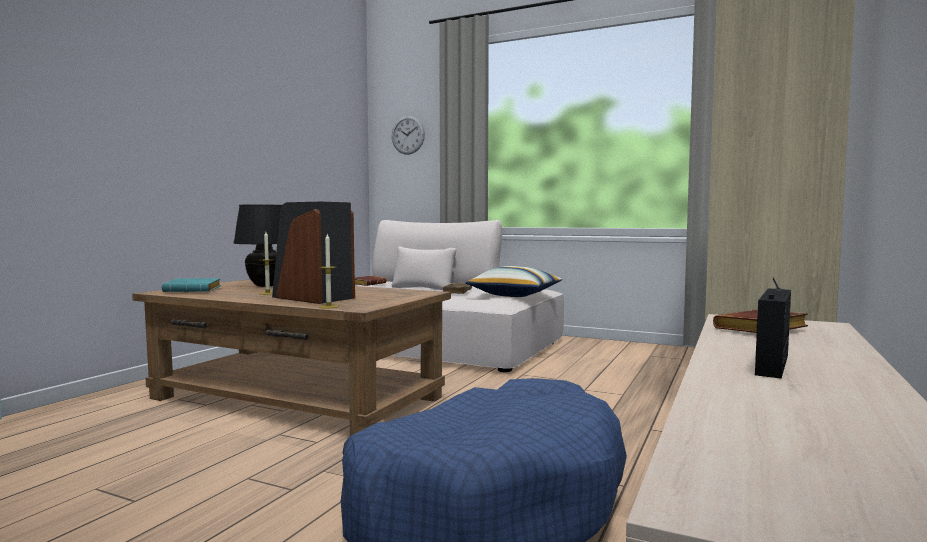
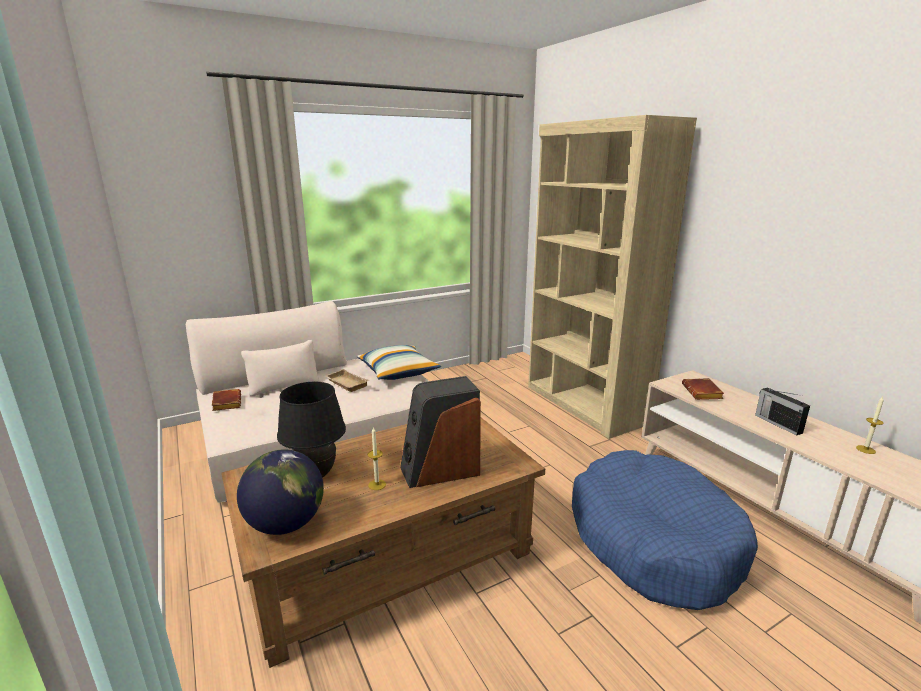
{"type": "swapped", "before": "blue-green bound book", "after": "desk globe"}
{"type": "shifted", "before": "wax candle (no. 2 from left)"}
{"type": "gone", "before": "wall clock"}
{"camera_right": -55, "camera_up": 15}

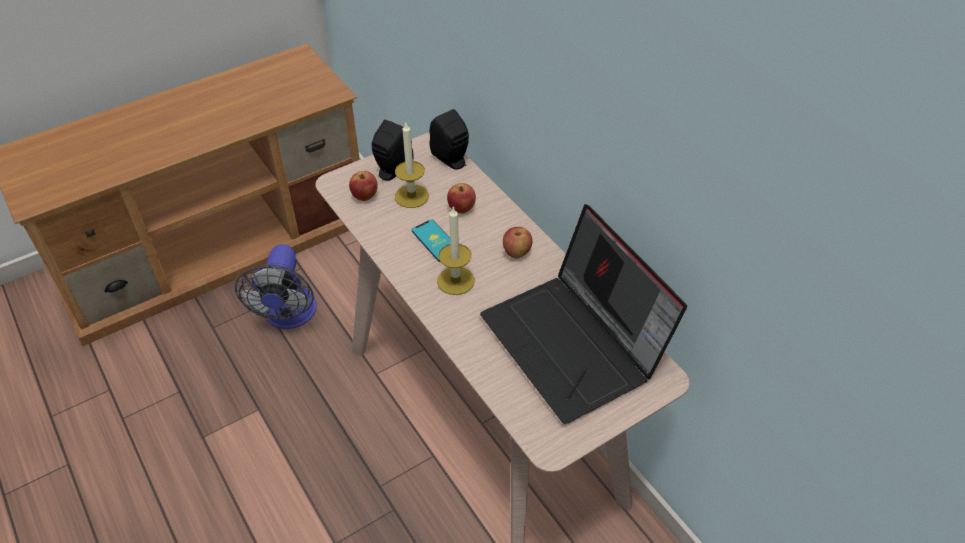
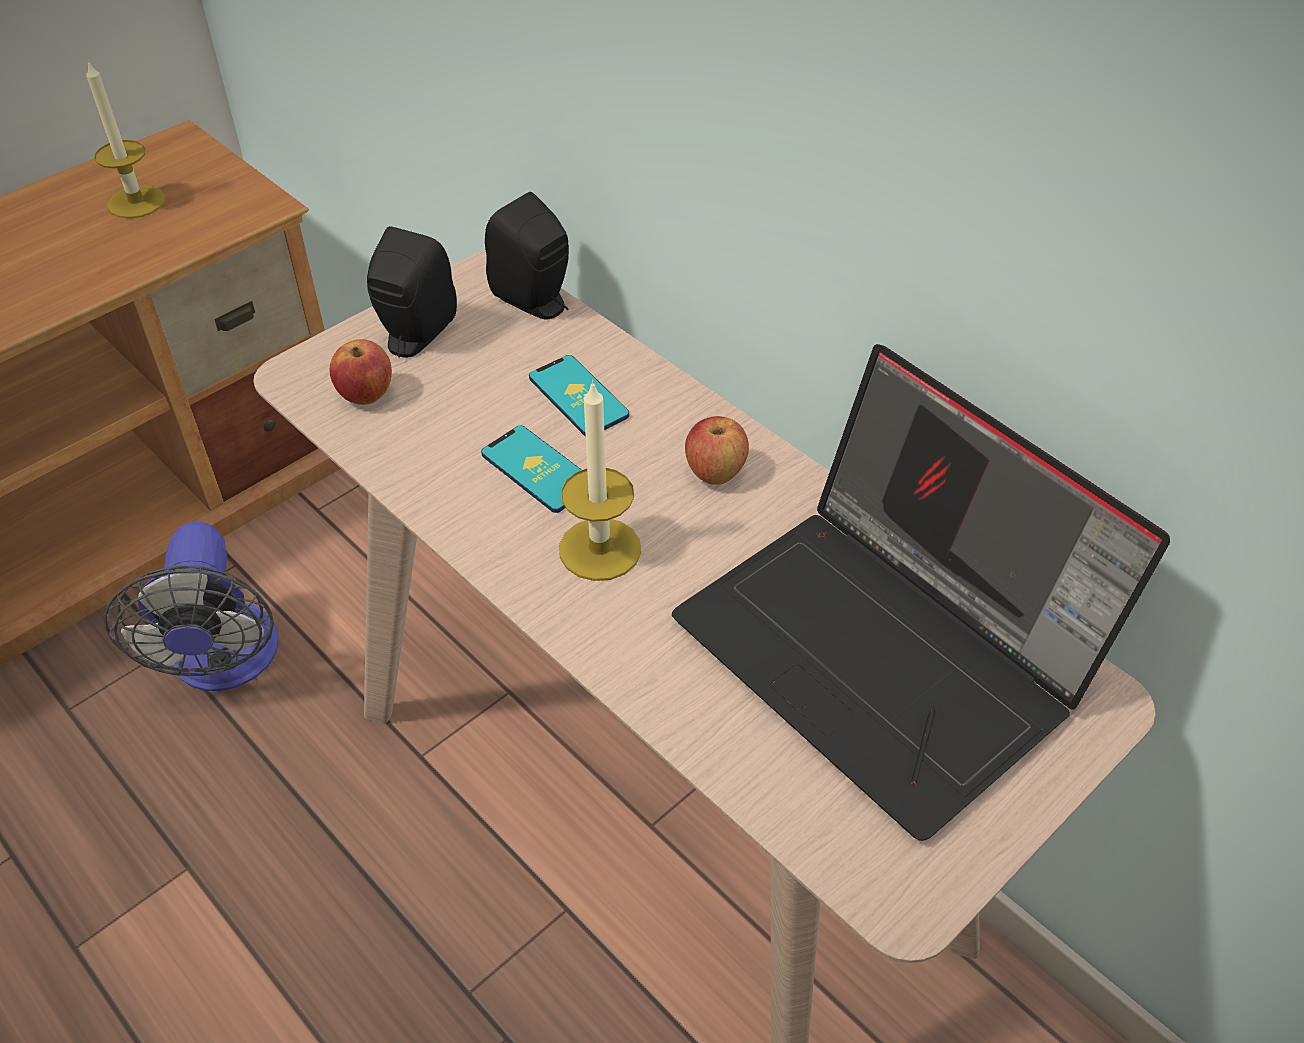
{"type": "shifted", "before": "wax candle (no. 1 from left)"}
{"type": "swapped", "before": "apple (no. 2 from left)", "after": "telephone (no. 2 from left)"}
{"camera_right": -10, "camera_up": 0}

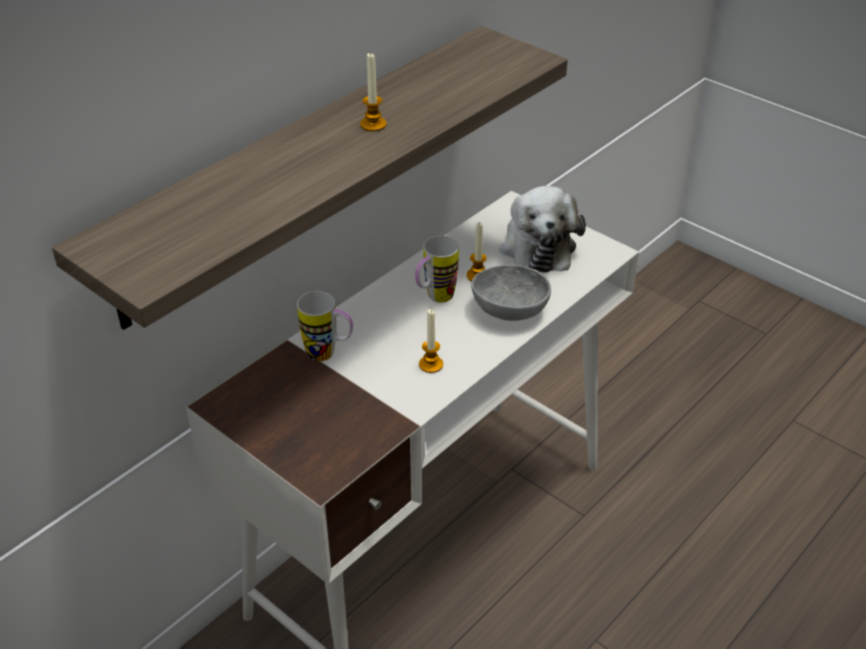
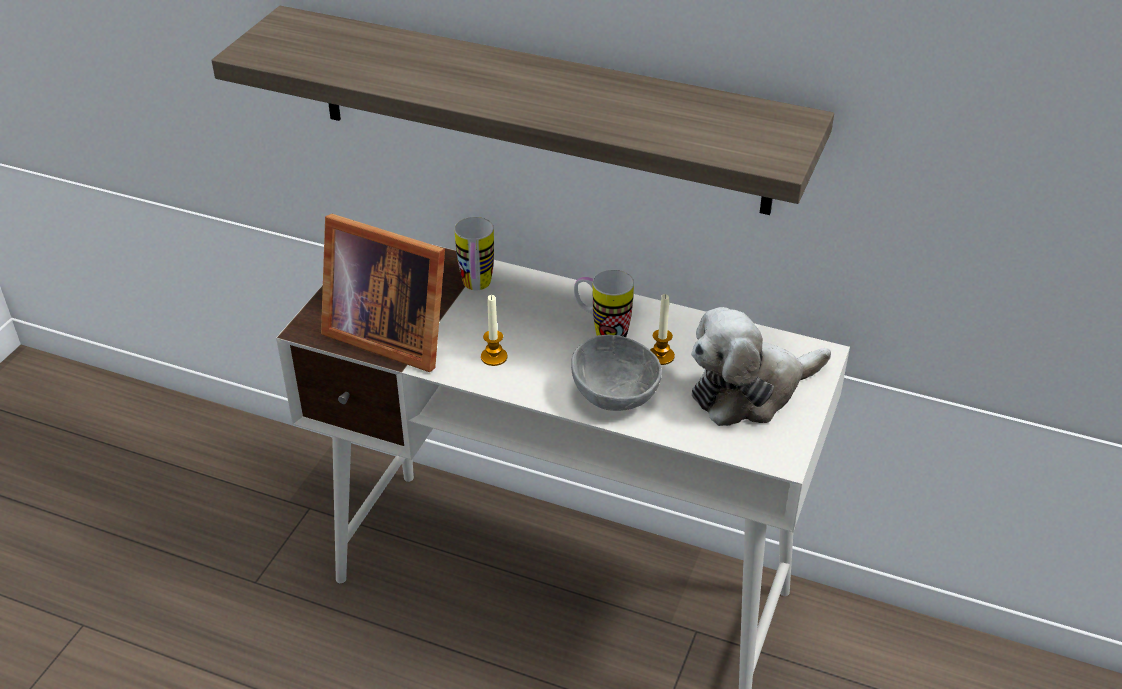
{"type": "new", "after": "standing frame"}
{"type": "gone", "before": "wax candle (no. 1 from left)"}
{"camera_right": 70, "camera_up": 0}

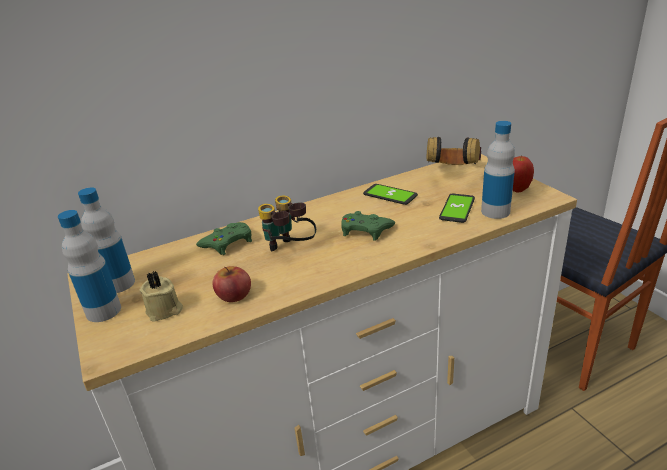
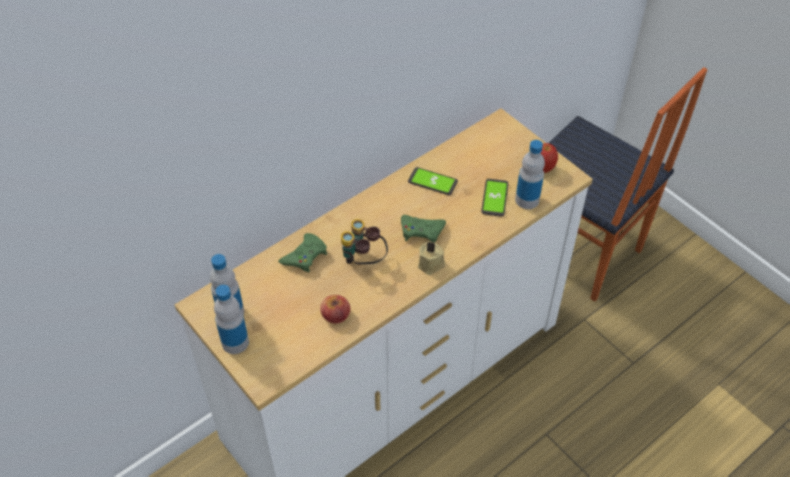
{"type": "shifted", "before": "beige-coloured wax candle"}
{"type": "gone", "before": "pair of headphones"}
{"camera_right": -15, "camera_up": 20}

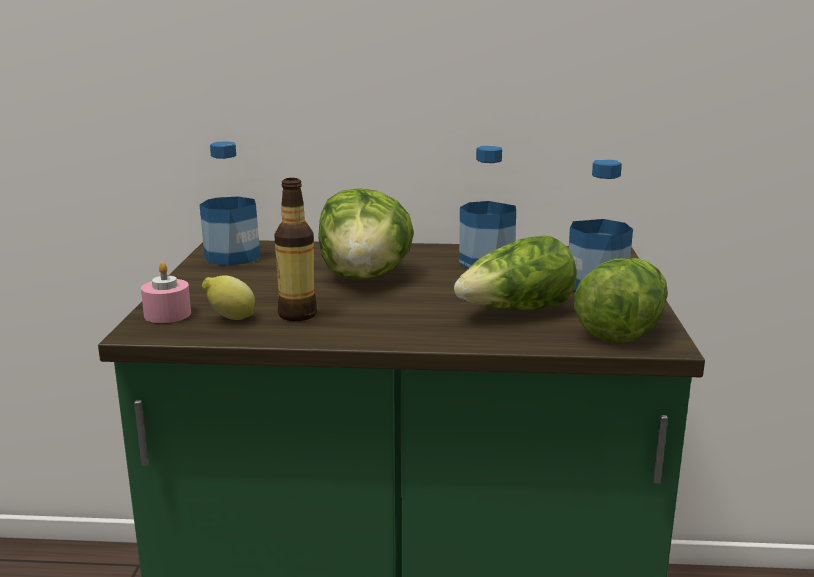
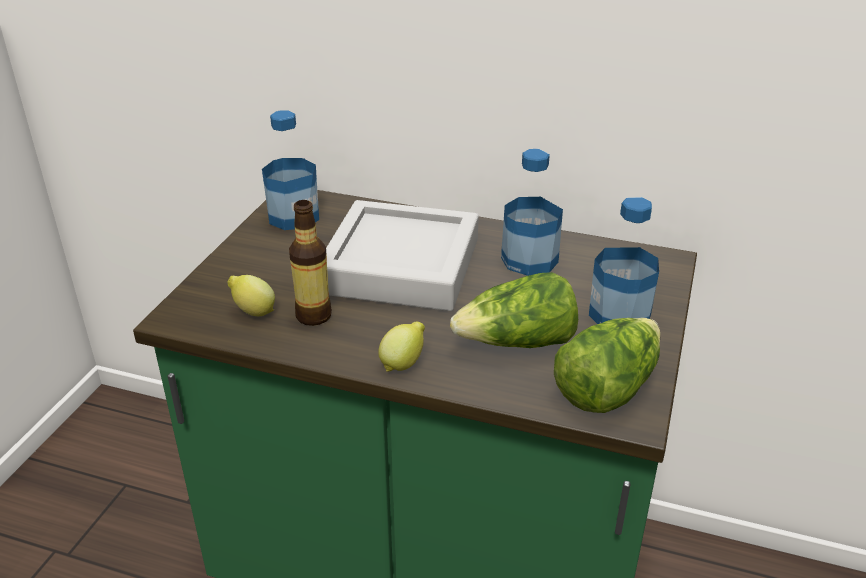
{"type": "swapped", "before": "head of lettuce (no. 1 from left)", "after": "gray tray"}
{"type": "new", "after": "whole lemon (no. 2 from left)"}
{"type": "gone", "before": "pink-coloured wax candle"}
{"camera_right": 15, "camera_up": 15}

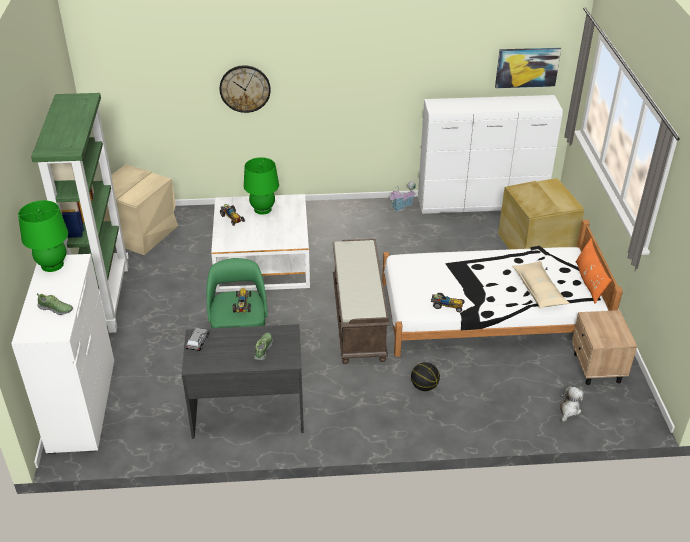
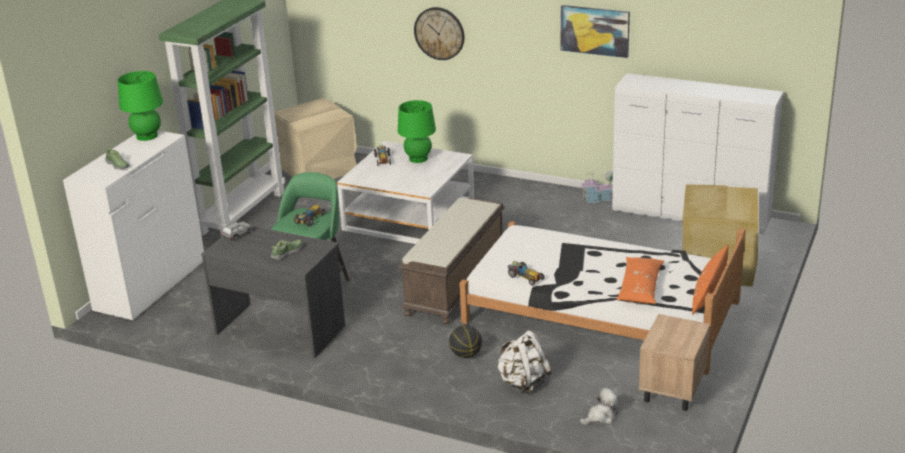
{"type": "new", "after": "white-coloured rucksack"}
{"type": "shifted", "before": "wall art"}
{"type": "repainted", "before": "beige-coloured pillow", "after": "orange pillow (no. 1 from left)"}
{"camera_right": 30, "camera_up": -10}

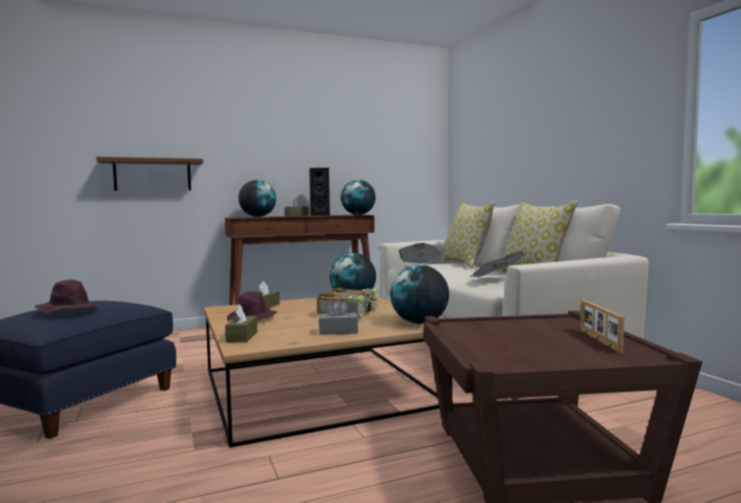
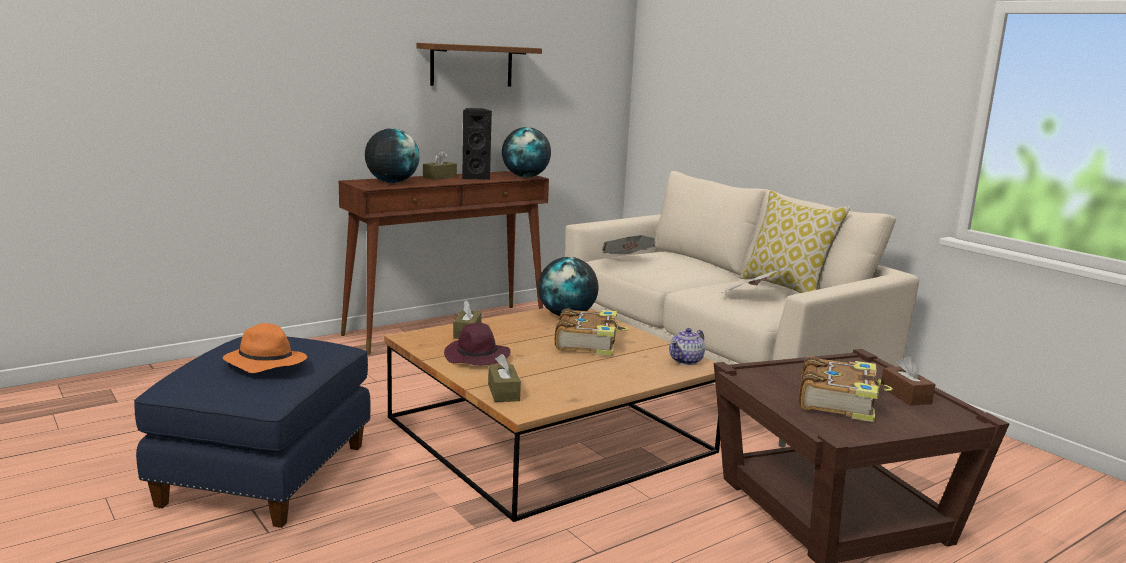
{"type": "repainted", "before": "purple hat (no. 1 from left)", "after": "orange hat"}
{"type": "shifted", "before": "brown-coloured shelf"}
{"type": "swapped", "before": "desk globe (no. 4 from left)", "after": "teapot"}
{"type": "new", "after": "bound book (no. 2 from left)"}
{"type": "swapped", "before": "standing frame", "after": "brown-coloured tissue box (no. 4 from left)"}
{"type": "gone", "before": "gray tissue box"}
{"type": "gone", "before": "pillow (no. 1 from left)"}
{"camera_right": -15, "camera_up": 10}

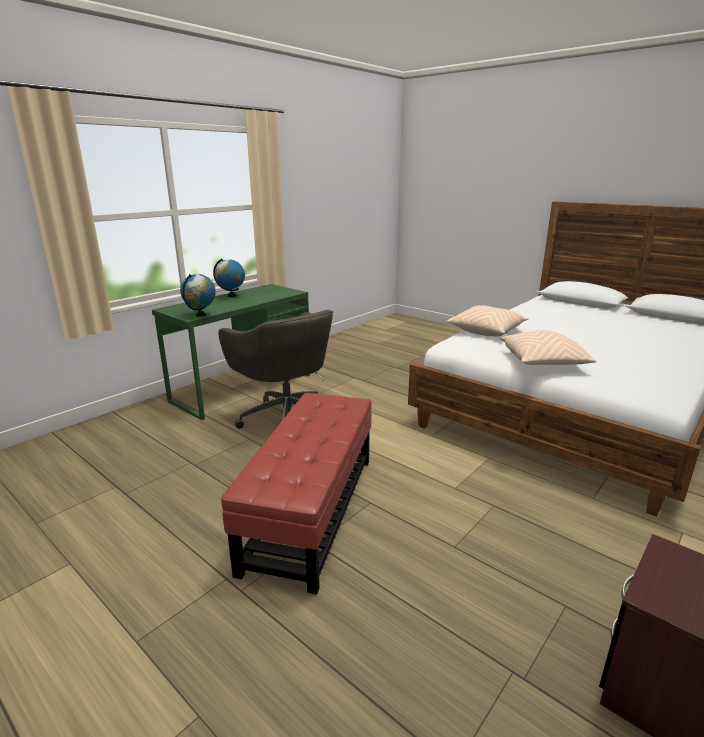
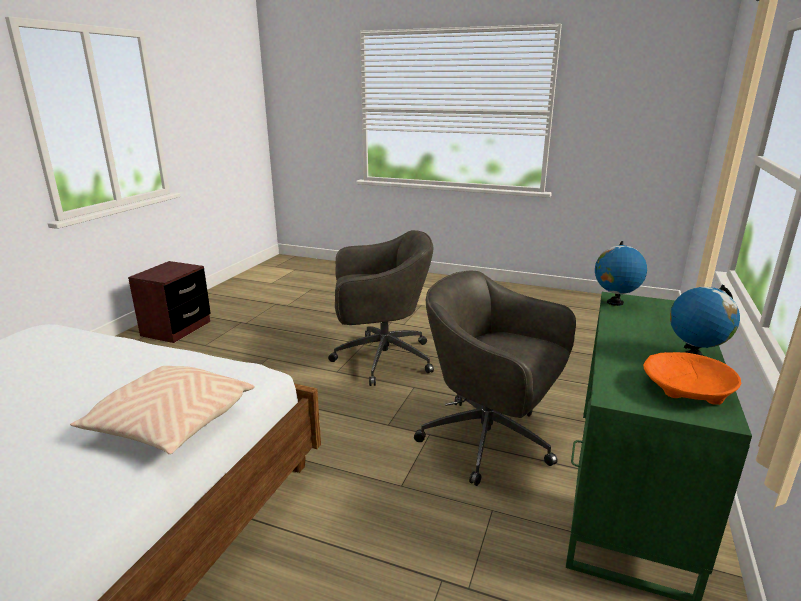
{"type": "swapped", "before": "reddish ottoman", "after": "gray desk chair (no. 1 from left)"}
{"type": "new", "after": "orange serving bowl"}
{"type": "gone", "before": "beige-coloured pillow (no. 2 from left)"}
{"camera_right": 160, "camera_up": 0}

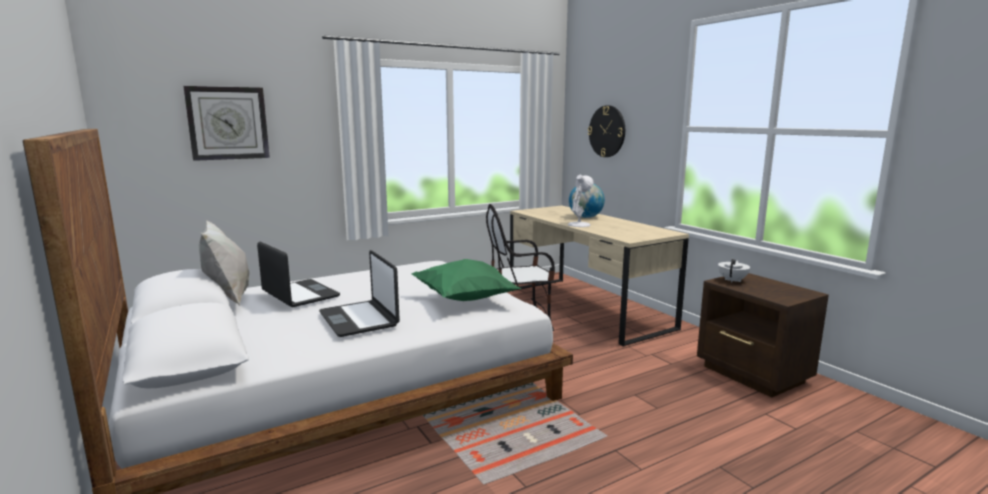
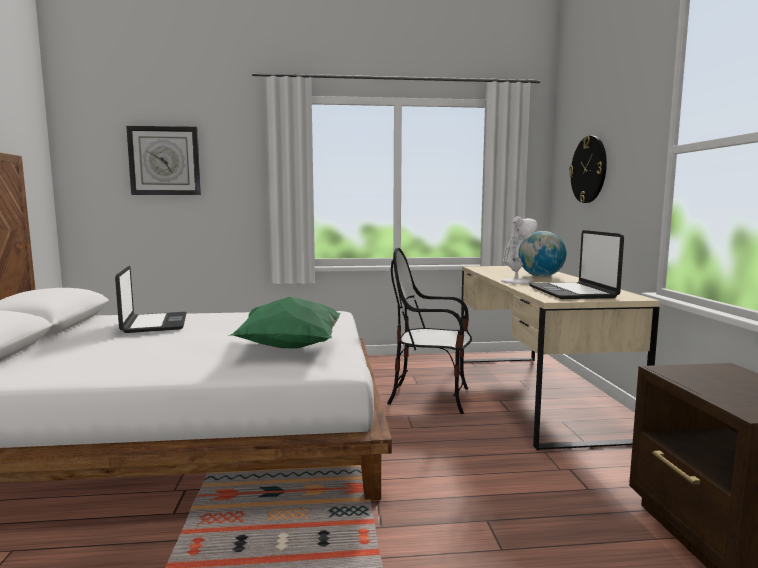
{"type": "shifted", "before": "laptop (no. 2 from left)"}
{"type": "gone", "before": "white-coloured pillow"}
{"type": "gone", "before": "white-coloured teapot"}
{"camera_right": 25, "camera_up": -5}

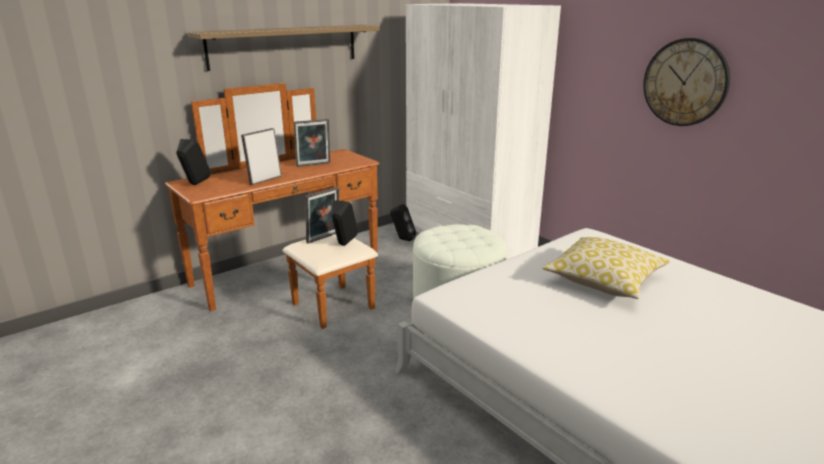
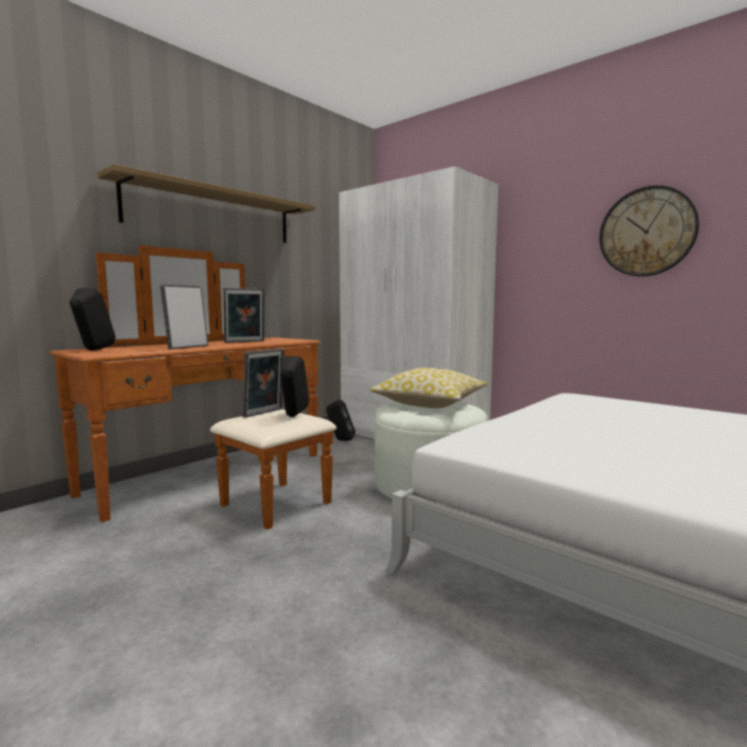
{"type": "shifted", "before": "pillow"}
{"camera_right": -10, "camera_up": -15}

